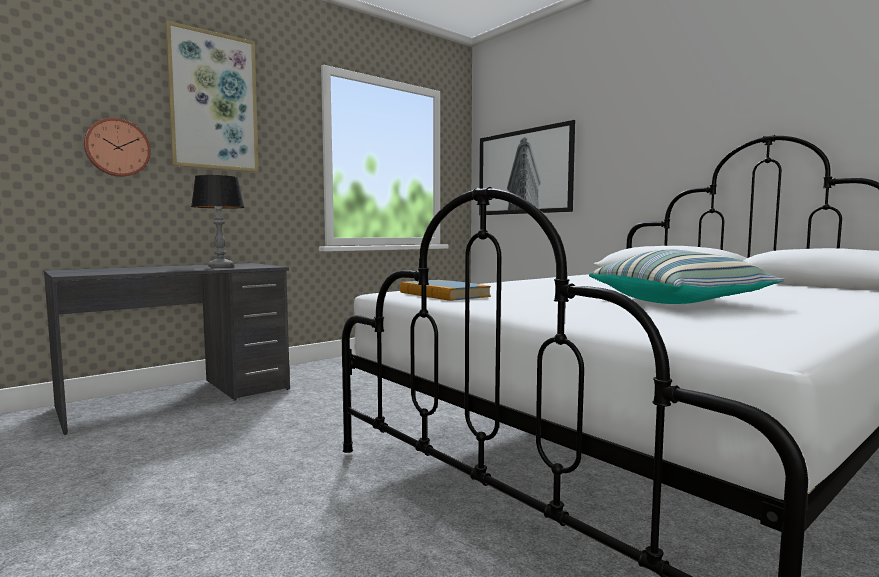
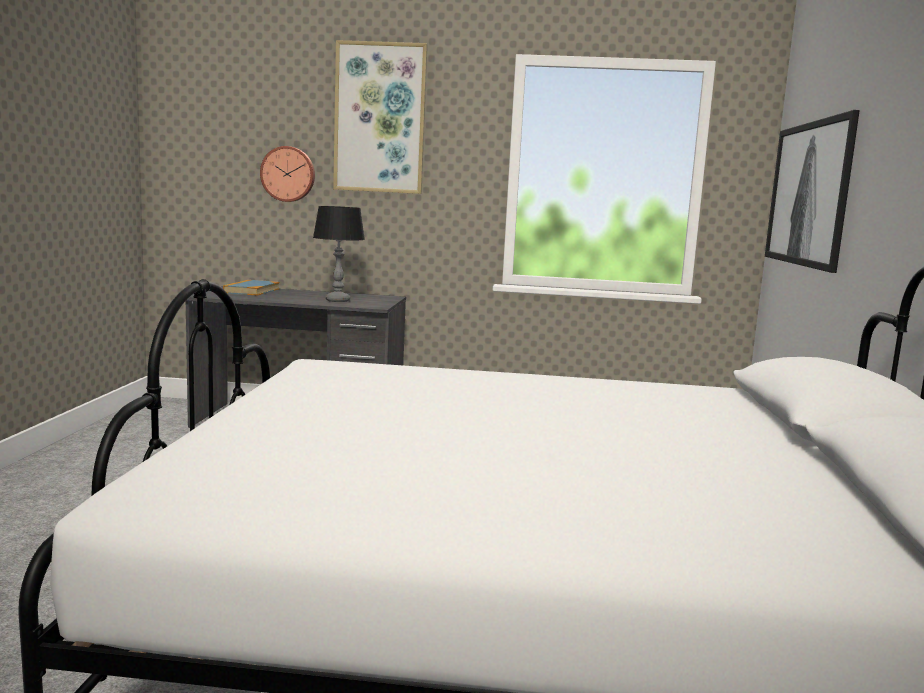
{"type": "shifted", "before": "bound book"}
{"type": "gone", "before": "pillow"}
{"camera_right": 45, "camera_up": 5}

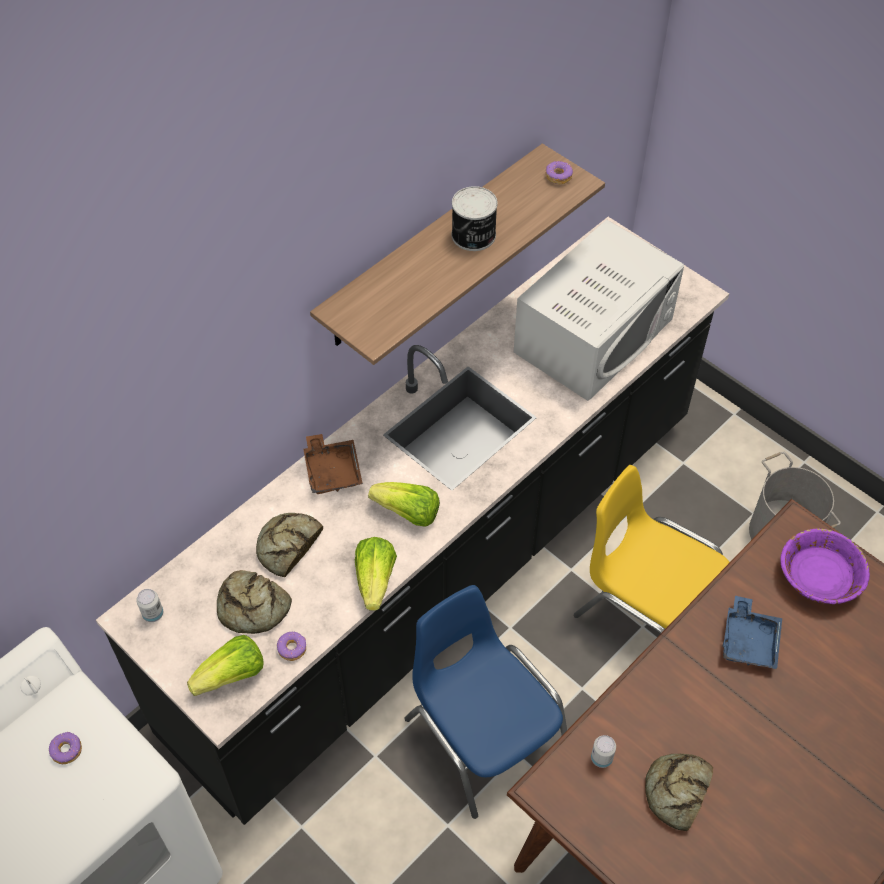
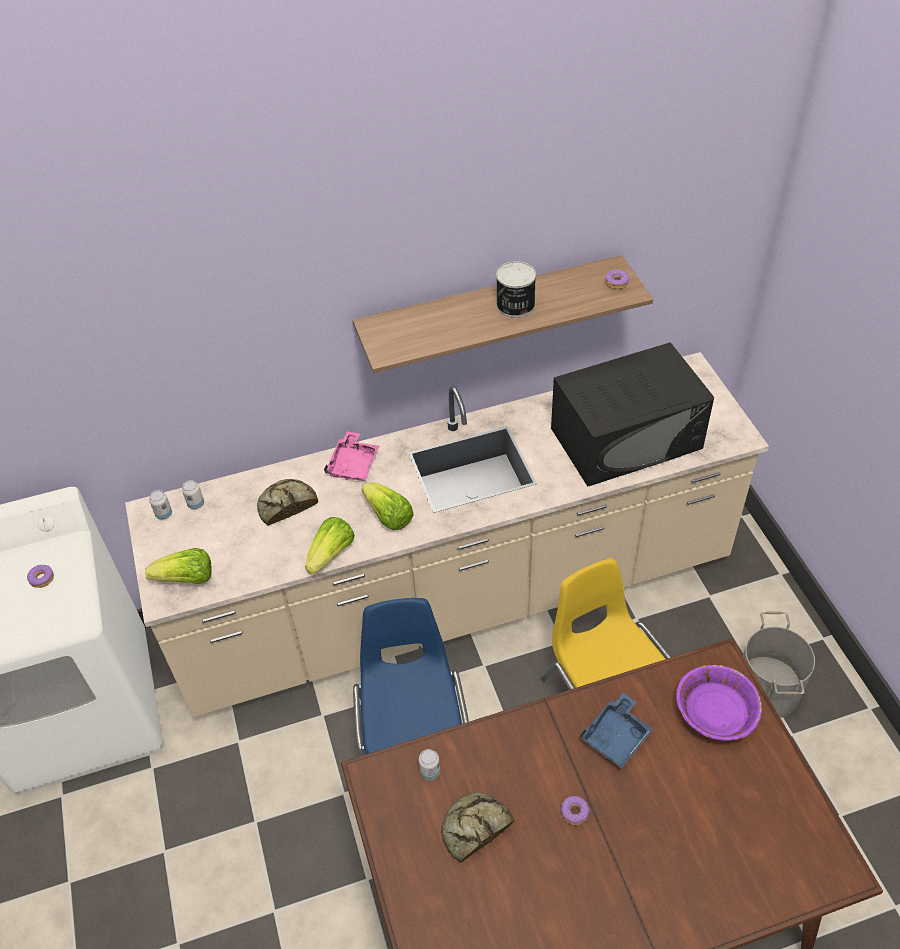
{"type": "repainted", "before": "black-coloured kitchen counter", "after": "beige-coloured kitchen counter"}
{"type": "new", "after": "can (no. 2 from left)"}
{"type": "repainted", "before": "brown-coloured tray", "after": "pink-coloured tray"}
{"type": "repainted", "before": "white-coloured microwave", "after": "black-coloured microwave"}
{"type": "shifted", "before": "ring doughnut (no. 2 from left)"}
{"type": "gone", "before": "bread (no. 1 from left)"}
{"camera_right": 30, "camera_up": -5}

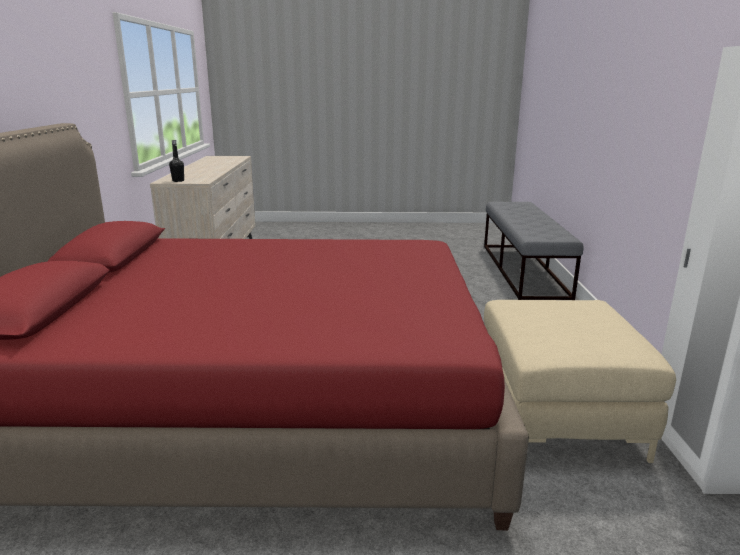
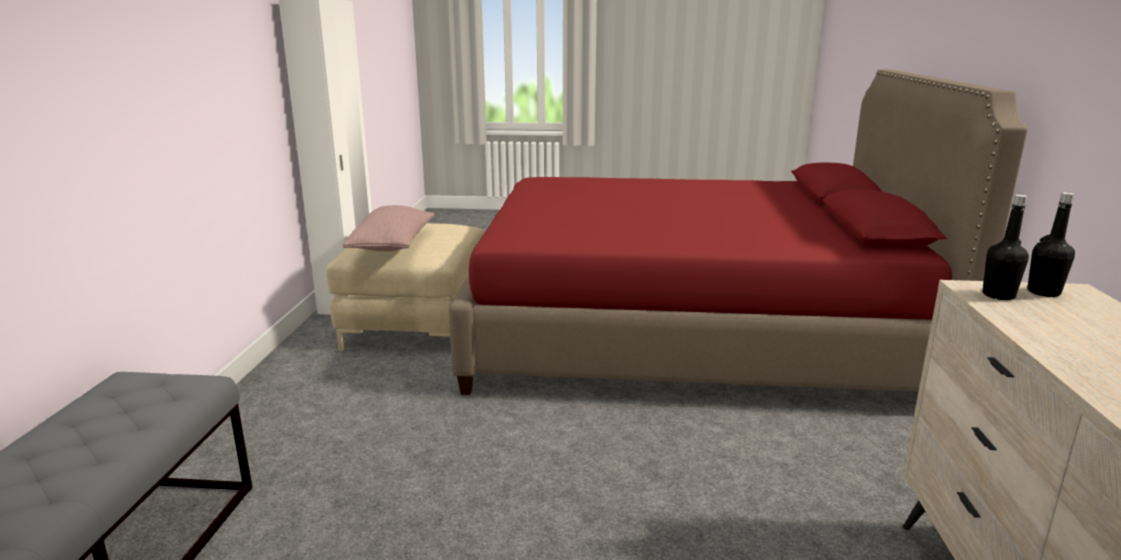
{"type": "new", "after": "pink-coloured pillow"}
{"type": "new", "after": "black-coloured bottle (no. 1 from left)"}
{"camera_right": -175, "camera_up": 0}

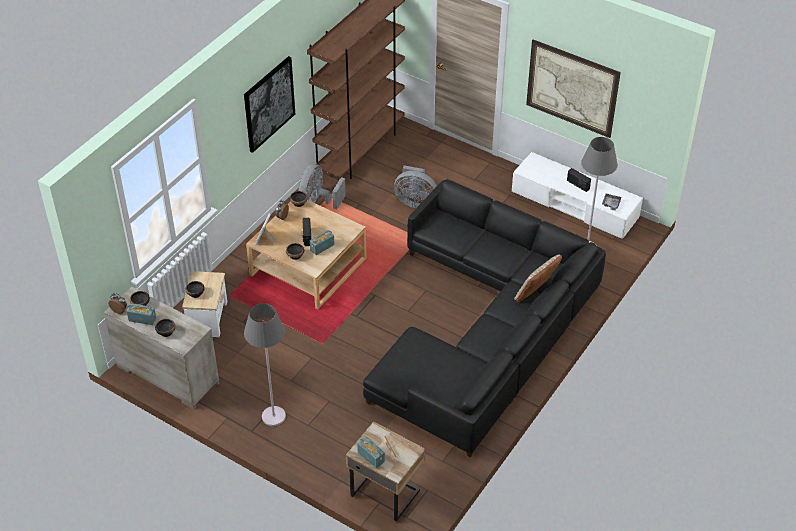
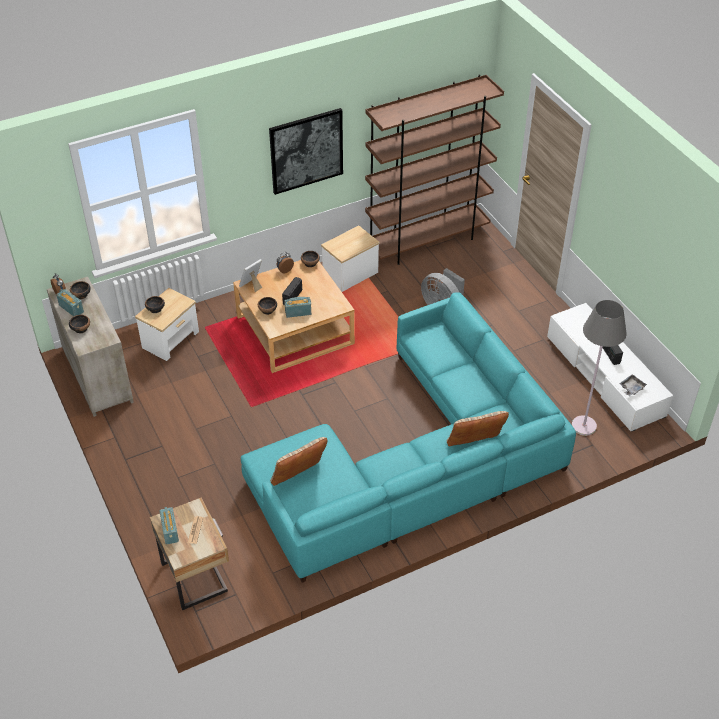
{"type": "repainted", "before": "black-coloured couch", "after": "blue-green couch"}
{"type": "new", "after": "beige-coloured pillow (no. 1 from left)"}
{"type": "swapped", "before": "gray cooling fan (no. 1 from left)", "after": "side table (no. 2 from left)"}
{"type": "gone", "before": "gray standard lamp (no. 1 from left)"}
{"type": "gone", "before": "wall art (no. 2 from left)"}
{"camera_right": 30, "camera_up": 0}

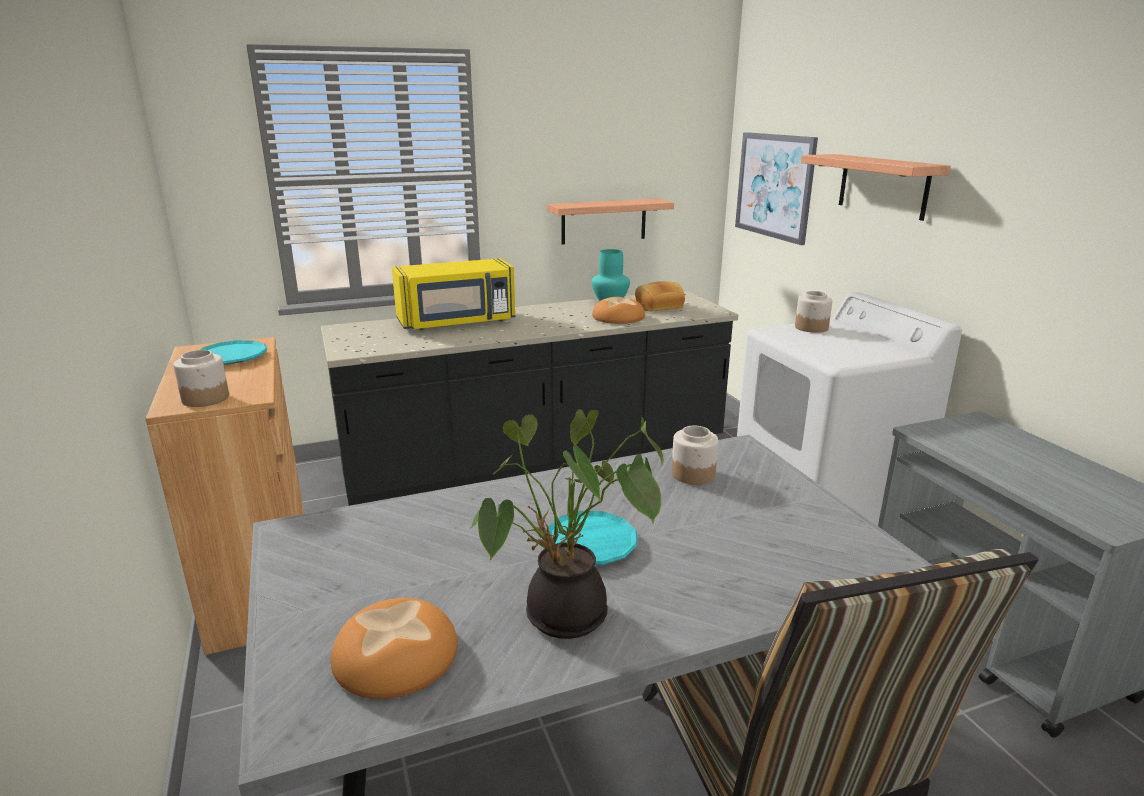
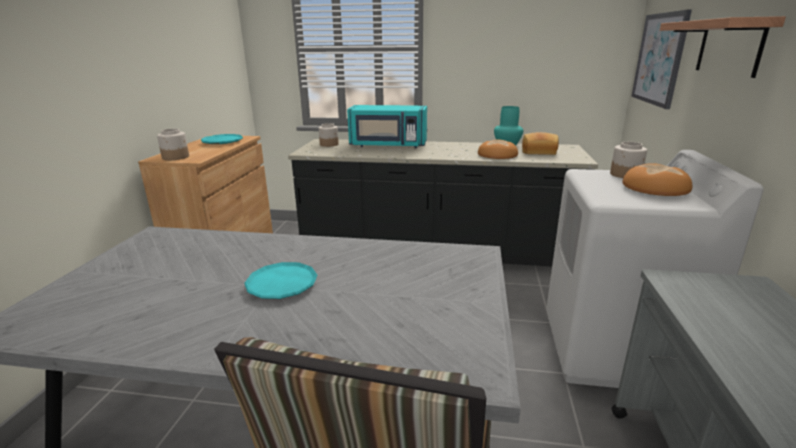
{"type": "shifted", "before": "jar (no. 2 from left)"}
{"type": "repainted", "before": "yellow-coloured microwave", "after": "blue-green microwave"}
{"type": "shifted", "before": "bread (no. 1 from left in the first image)", "after": "bread (no. 3 from left)"}
{"type": "gone", "before": "plant in a pot"}
{"type": "gone", "before": "shelf (no. 1 from left)"}
{"camera_right": 30, "camera_up": 0}

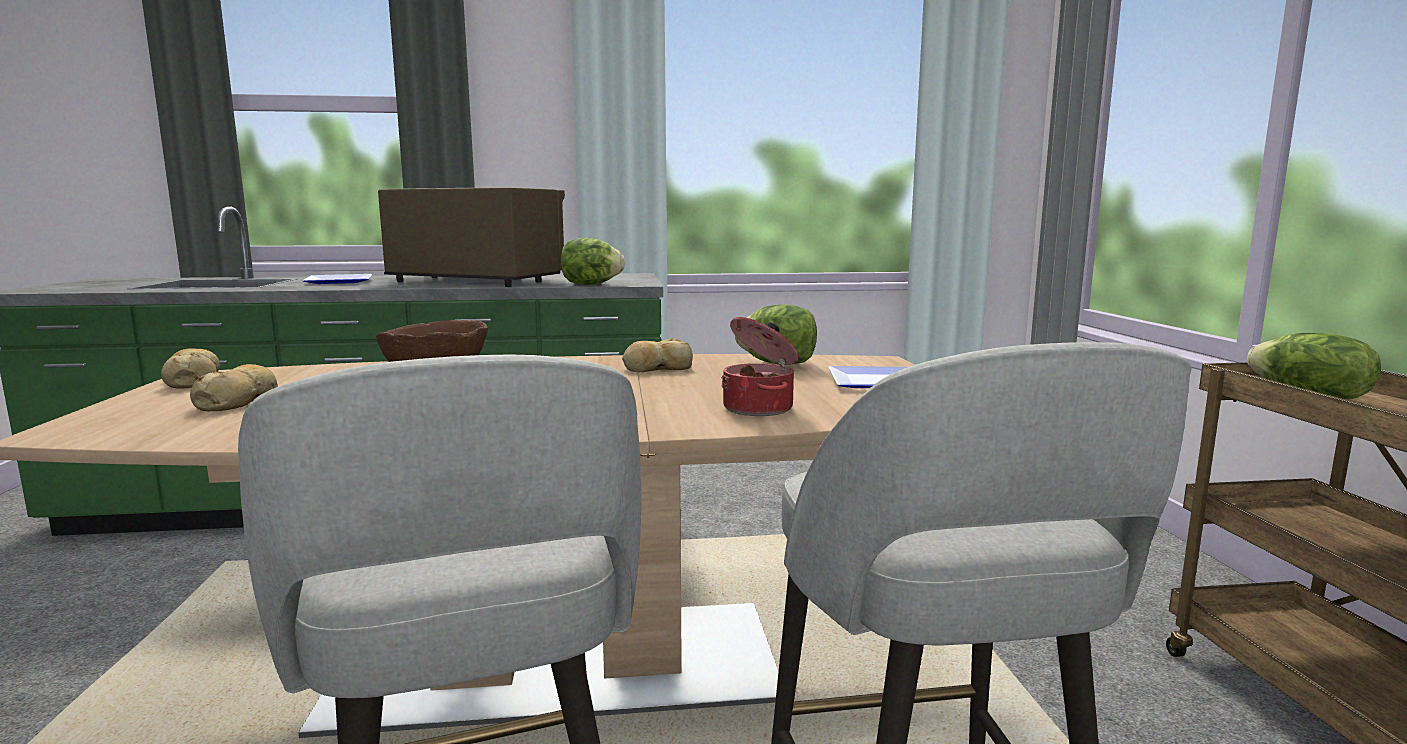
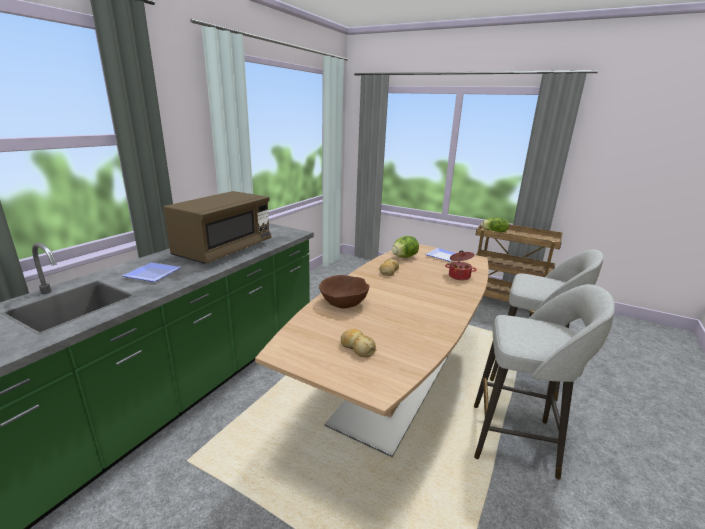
{"type": "rotated", "before": "brown-coloured microwave", "turn": 150}
{"type": "gone", "before": "bread (no. 1 from left)"}
{"type": "gone", "before": "head of lettuce (no. 1 from left)"}
{"camera_right": -55, "camera_up": 10}

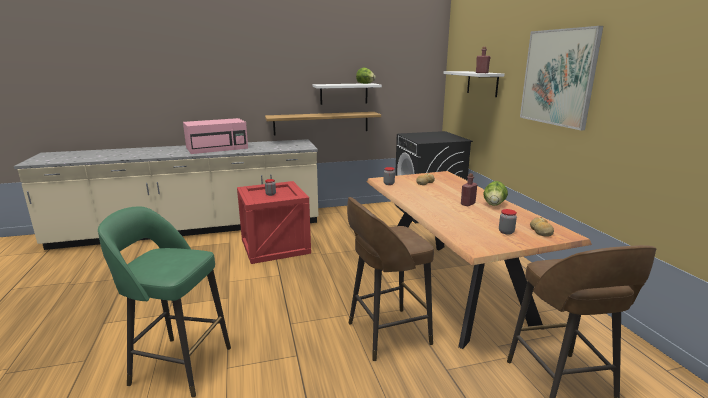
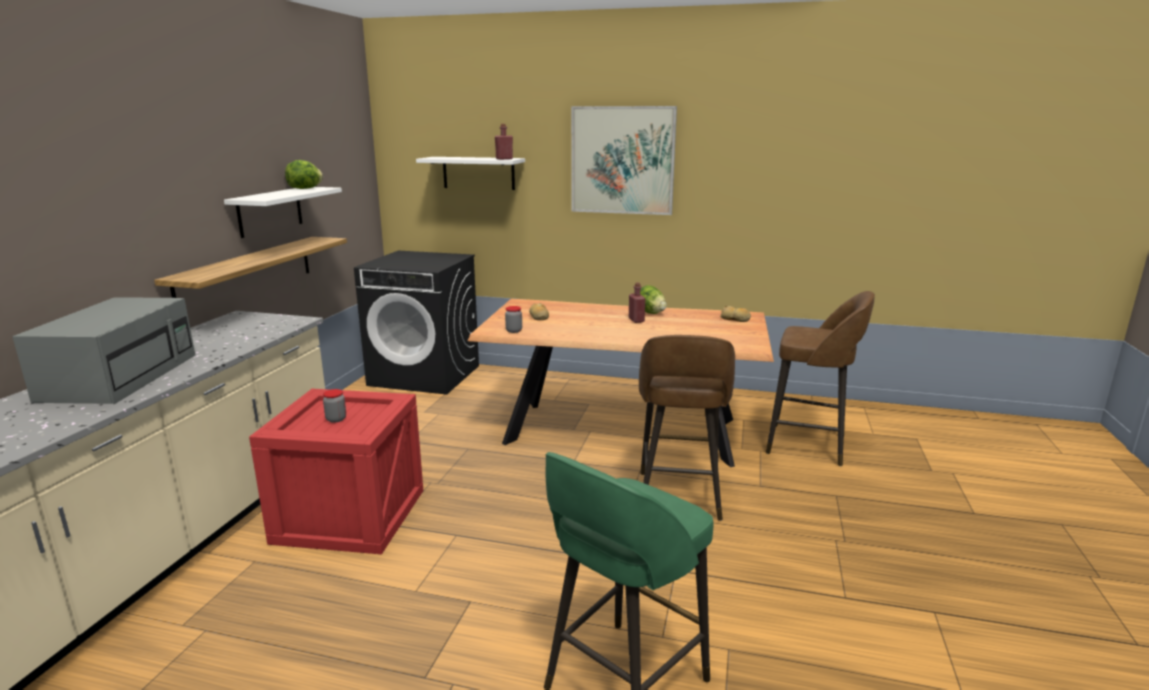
{"type": "repainted", "before": "pink-coloured microwave", "after": "gray microwave"}
{"type": "gone", "before": "jar (no. 3 from left)"}
{"camera_right": -60, "camera_up": 0}

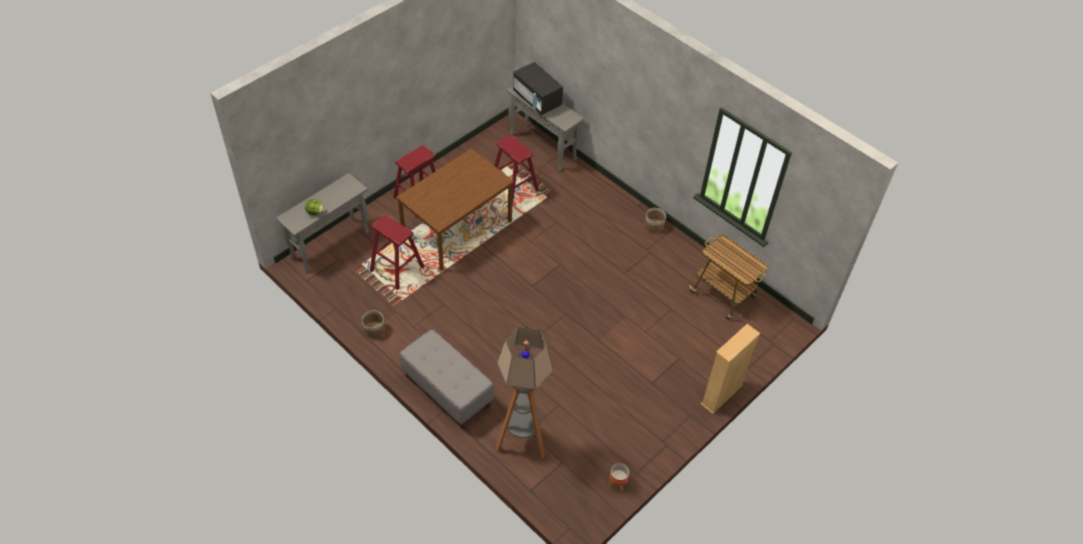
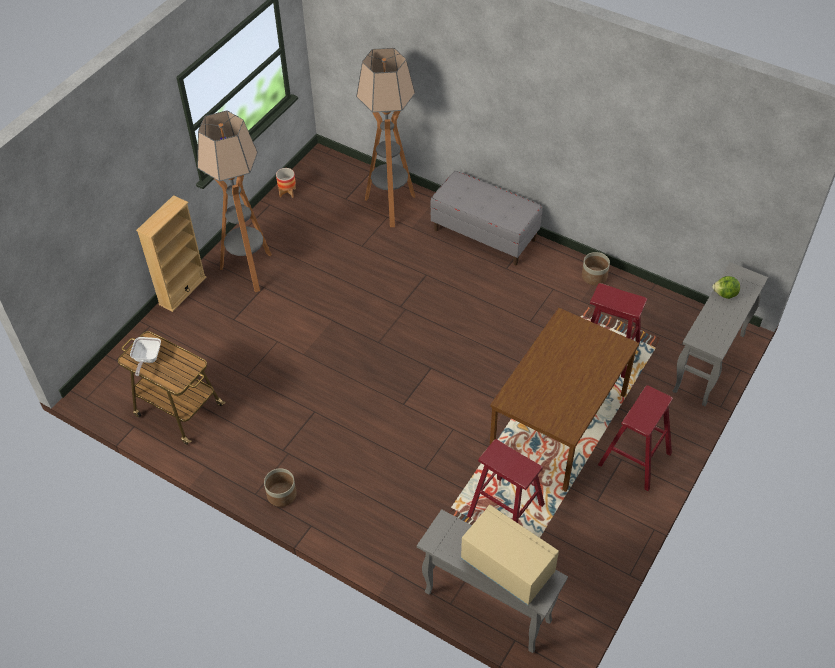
{"type": "new", "after": "pan"}
{"type": "new", "after": "standard lamp (no. 1 from left)"}
{"type": "repainted", "before": "black-coloured microwave", "after": "beige-coloured microwave"}
{"camera_right": 170, "camera_up": 0}

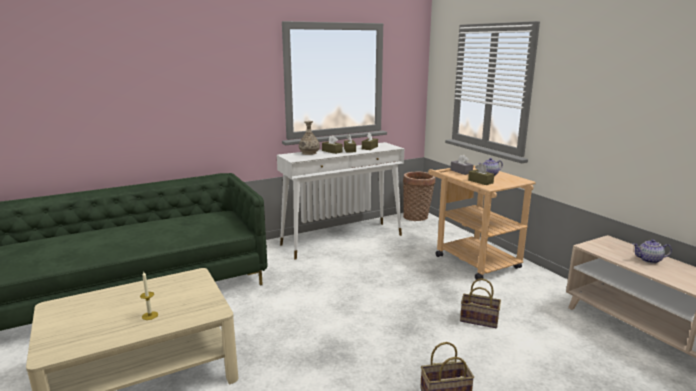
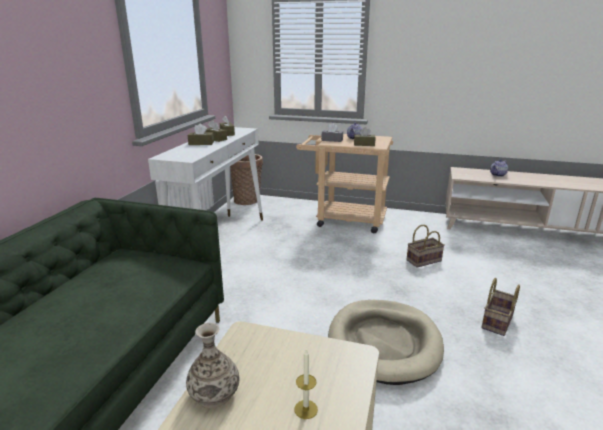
{"type": "shifted", "before": "vase"}
{"type": "new", "after": "beige-coloured dog cushion"}
{"camera_right": -45, "camera_up": 5}

